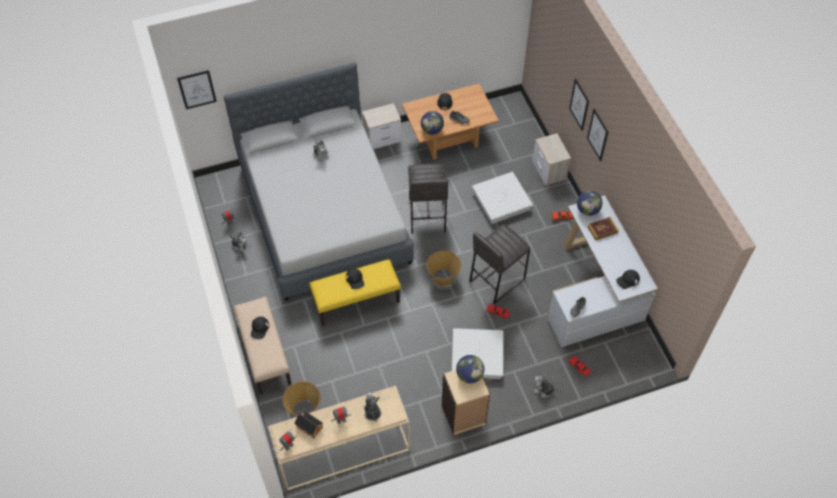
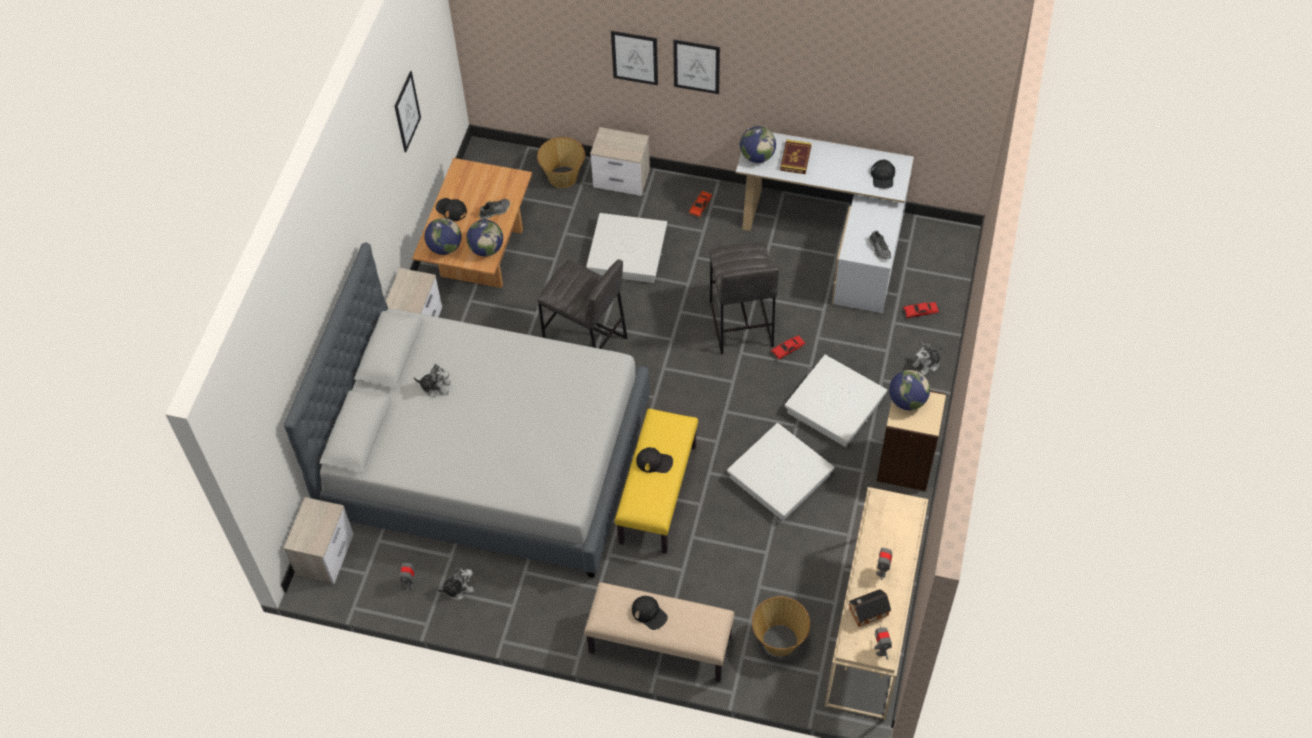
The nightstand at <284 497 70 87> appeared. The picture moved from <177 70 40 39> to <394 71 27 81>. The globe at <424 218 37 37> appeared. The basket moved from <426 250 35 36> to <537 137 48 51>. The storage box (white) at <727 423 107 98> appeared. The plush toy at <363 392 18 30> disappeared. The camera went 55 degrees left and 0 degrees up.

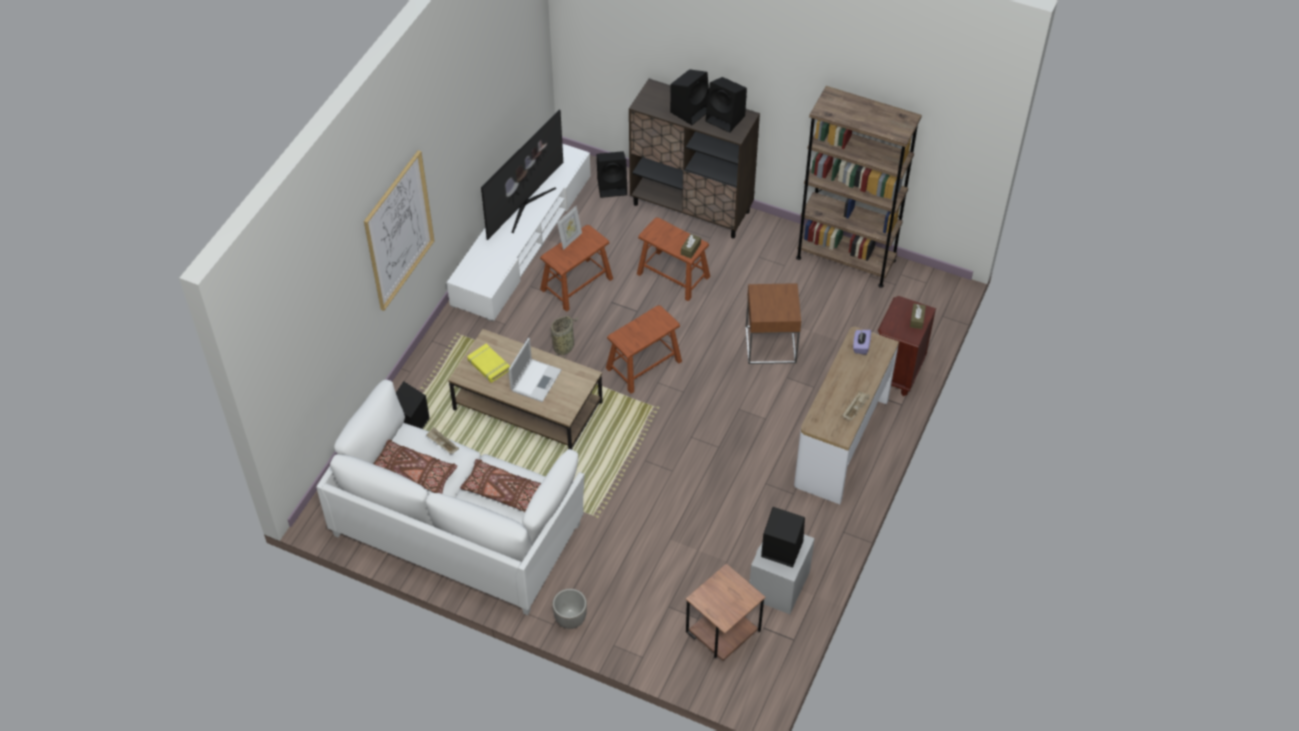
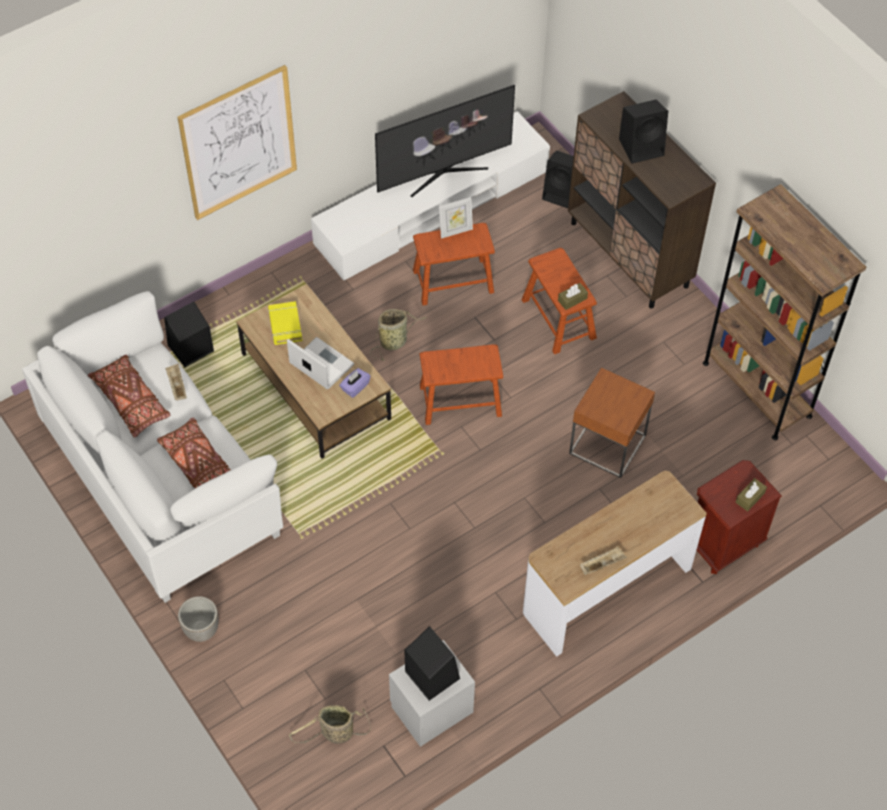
The laptop at <508 338 54 64> turned 105 degrees counterclockwise. The side table (brown) at <686 563 80 98> was replaced by the basket at <289 705 82 39>. The tissue box (purple) moved from <853 330 18 25> to <339 368 32 30>. The speaker (black) at <705 77 42 56> disappeared. The camera went 30 degrees right and 5 degrees up.

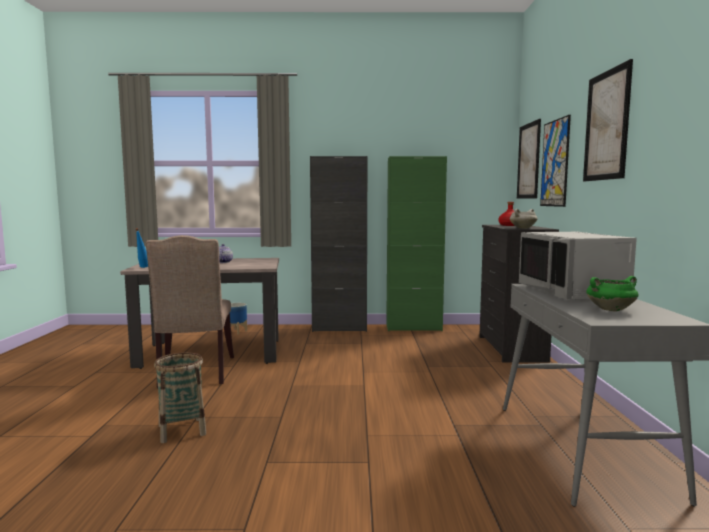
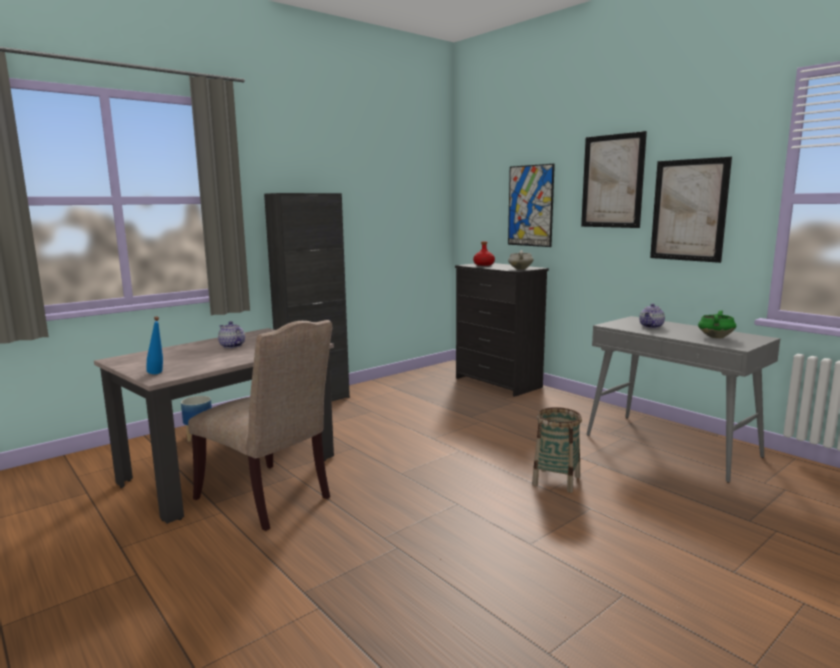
The basket moved from <154 352 52 91> to <532 407 50 86>. The microwave (grey) at <519 232 118 68> was replaced by the teapot at <639 304 26 24>. The picture moved from <517 119 24 80> to <650 157 82 106>. The cabinet (green) at <386 156 61 175> disappeared. The camera went 40 degrees left and 5 degrees up.

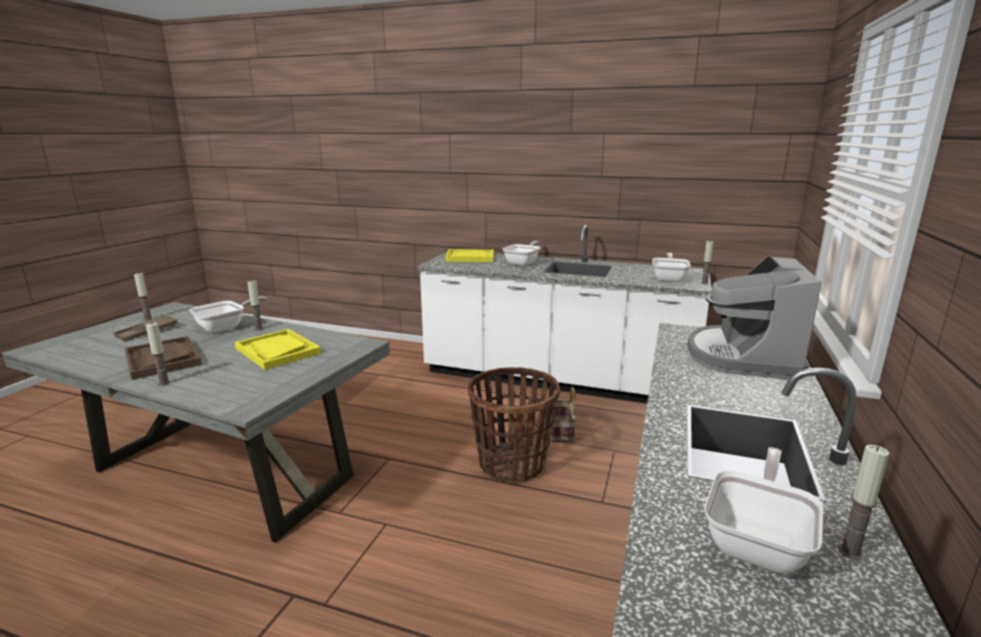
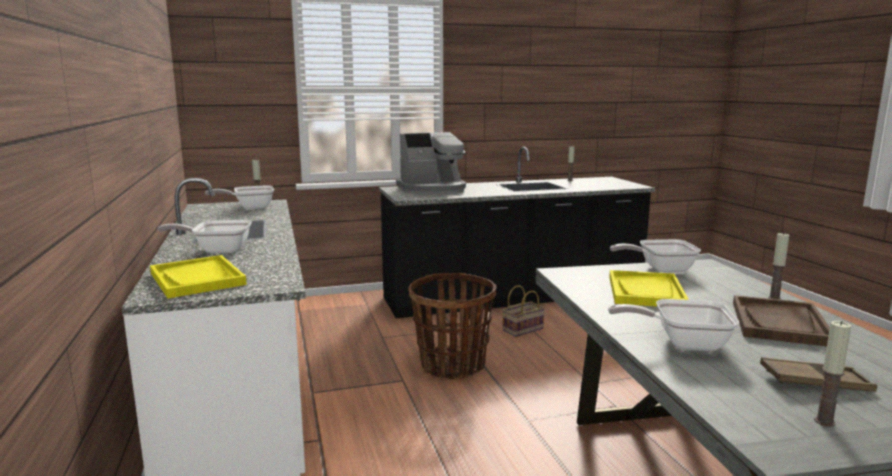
The basket moved from <548 387 28 55> to <502 285 43 52>. The frying pan moved from <705 447 119 126> to <610 239 91 34>. The candle at <247 280 16 51> disappeared. The camera went 125 degrees left and 5 degrees down.

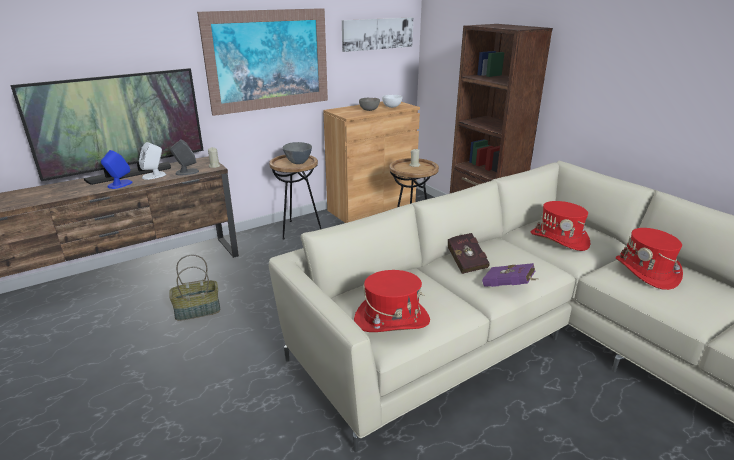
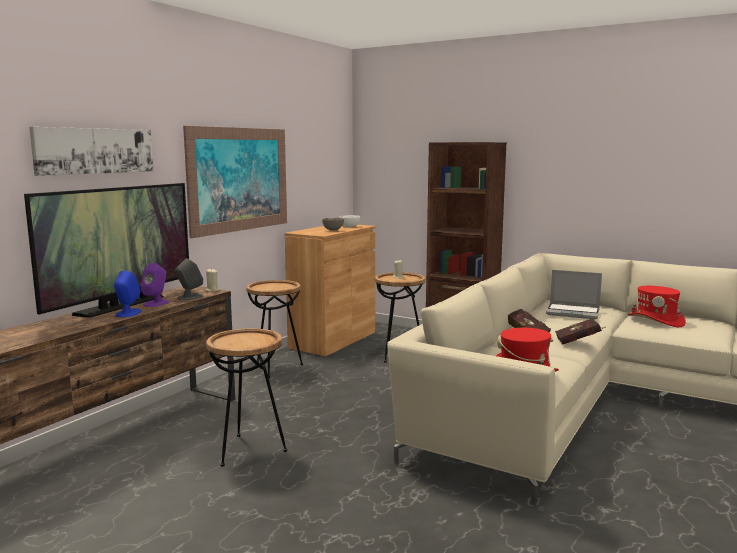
The picture moved from <342 17 71 35> to <29 127 124 49>. The speaker (white) at <139 142 27 38> became the speaker (purple) at <141 263 28 44>. The basket at <169 255 51 66> was replaced by the side table (brown) at <206 328 81 139>. The hat (red) at <531 201 59 50> was replaced by the laptop at <546 270 56 50>. The book (purple) at <482 263 55 24> became the book (red) at <555 318 52 26>. The bowl (grey) at <283 142 29 22> disappeared. The camera went 25 degrees left and 15 degrees down.

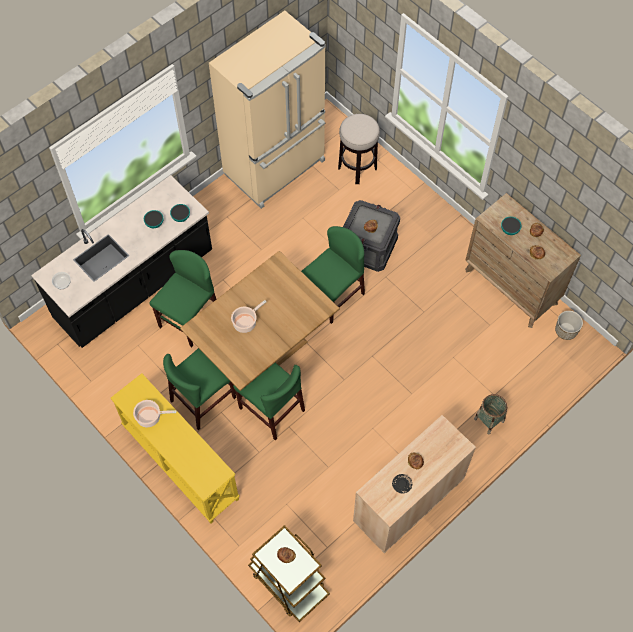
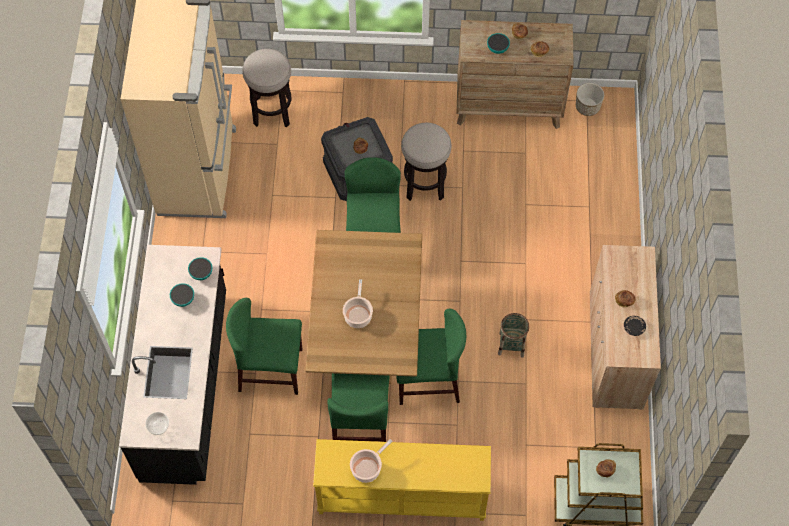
The chair (green) at <150 250 66 97> turned 75 degrees counterclockwise. The stool at <401 123 51 78> appeared. The basket moved from <474 394 33 40> to <498 313 31 45>. The camera went 45 degrees left and 0 degrees up.

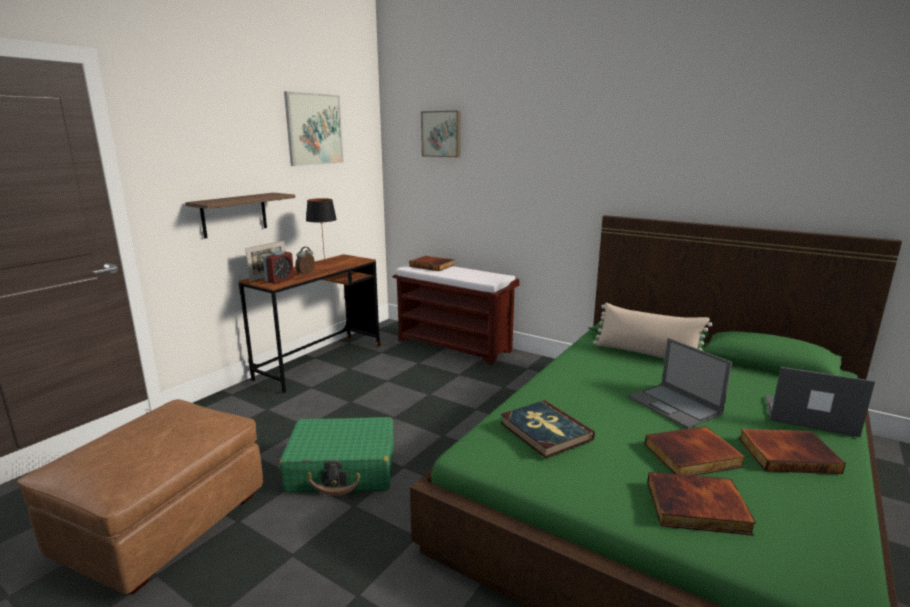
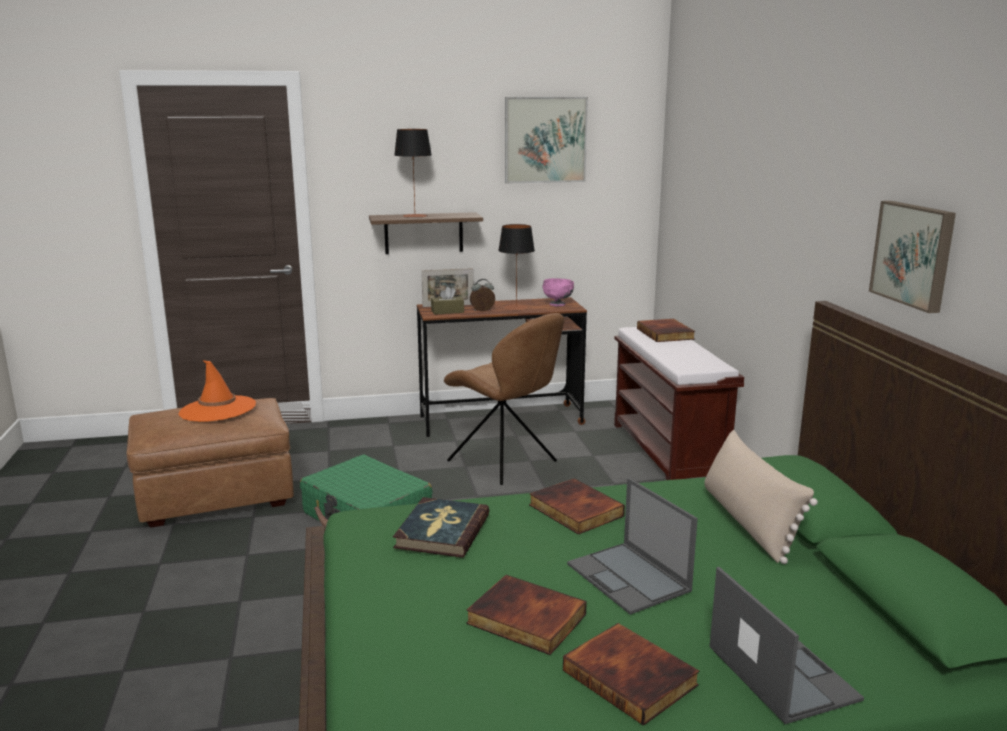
The hat (orange) at <179 360 77 62> appeared. The table lamp at <394 129 38 89> appeared. The alarm clock at <263 251 31 33> was replaced by the tissue box (brown) at <431 286 33 29>. The chair (brown) at <444 313 121 172> appeared. The book moved from <647 472 109 63> to <529 478 96 56>. The bowl (pink) at <543 278 31 28> appeared. The laptop at <628 338 104 91> turned 45 degrees counterclockwise. The picture moved from <421 111 40 46> to <869 201 87 112>. The camera went 45 degrees right and 0 degrees up.

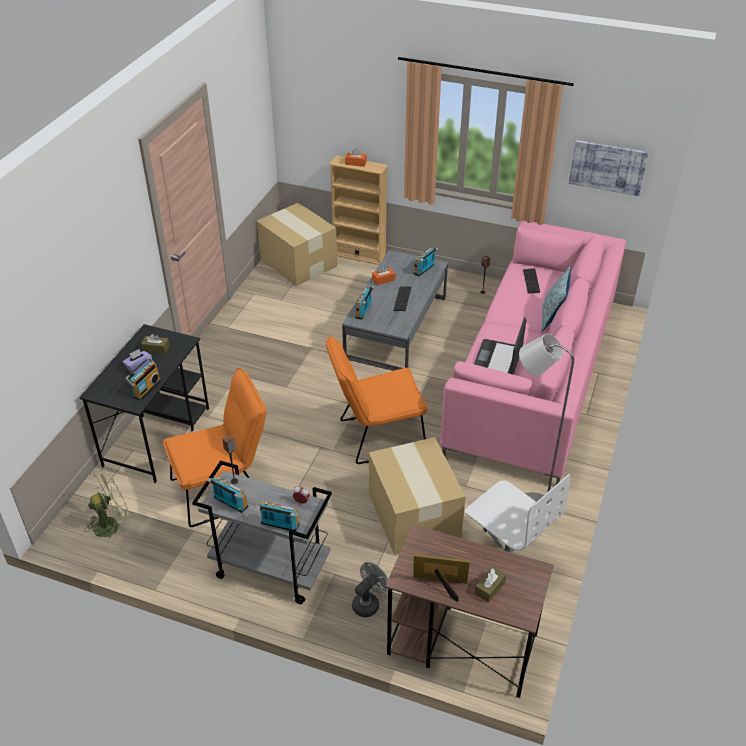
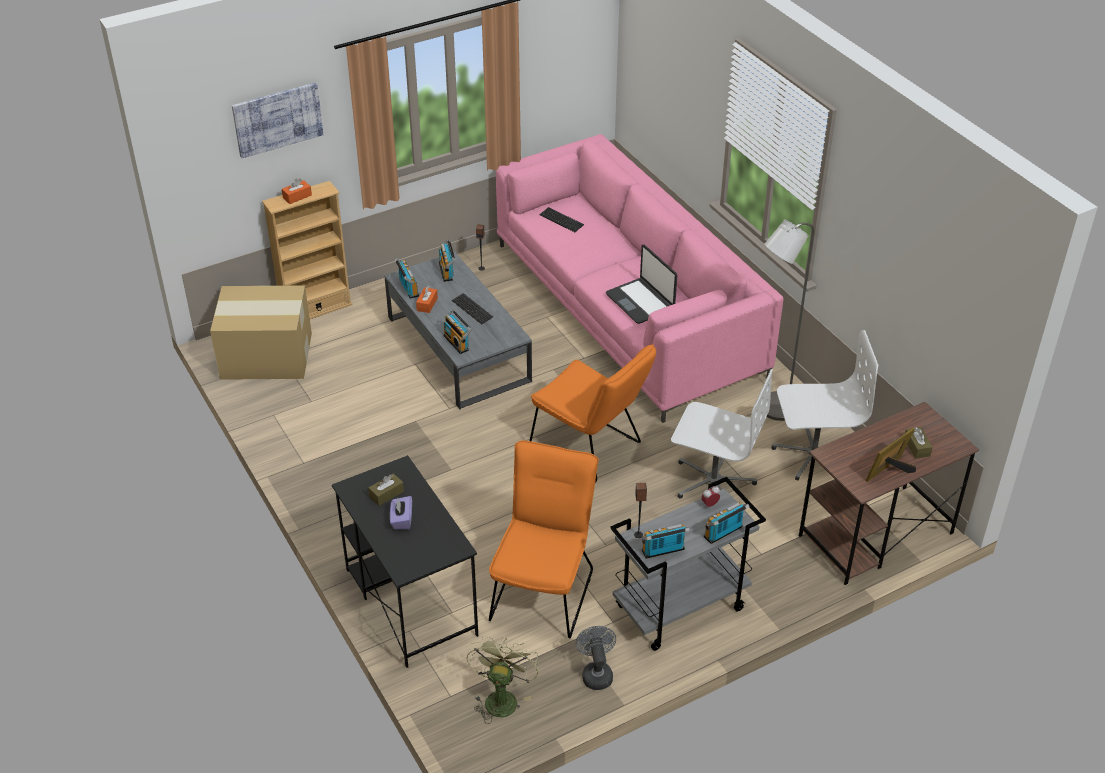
The picture moved from <569 140 80 56> to <232 82 91 76>. The radio moved from <125 357 36 44> to <395 258 24 41>. The chair (orange) at <326 335 102 129> turned 75 degrees counterclockwise. The fan (grey) moved from <352 562 36 55> to <576 626 40 64>. The cardboard box at <369 437 97 118> was replaced by the office chair (white) at <671 369 102 129>. The pillow at <541 266 30 66> disappeared. The camera went 50 degrees left and 0 degrees up.

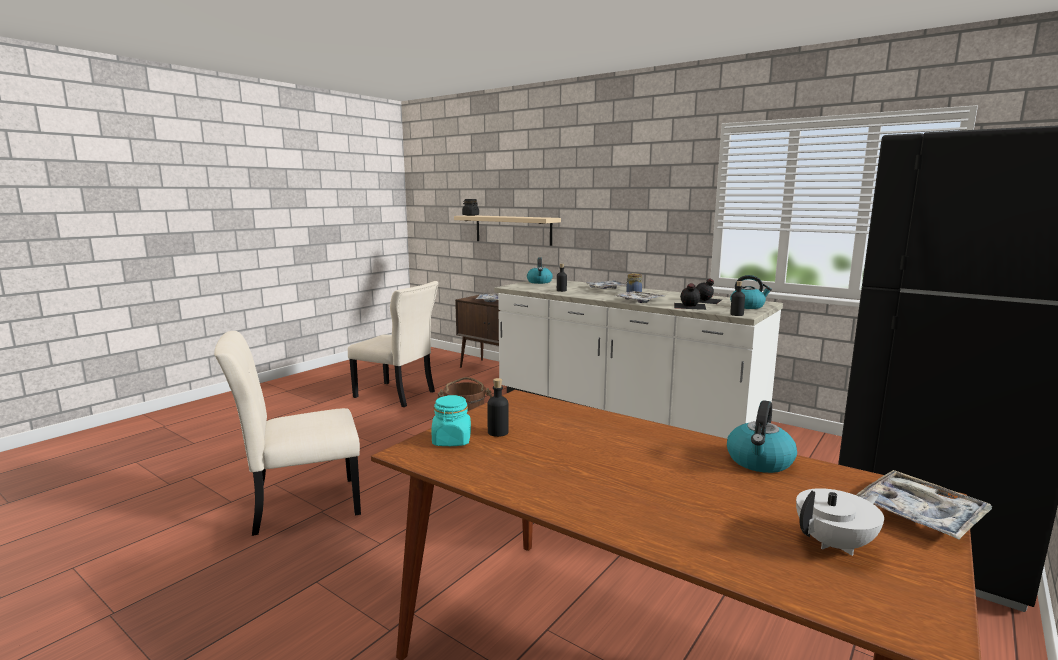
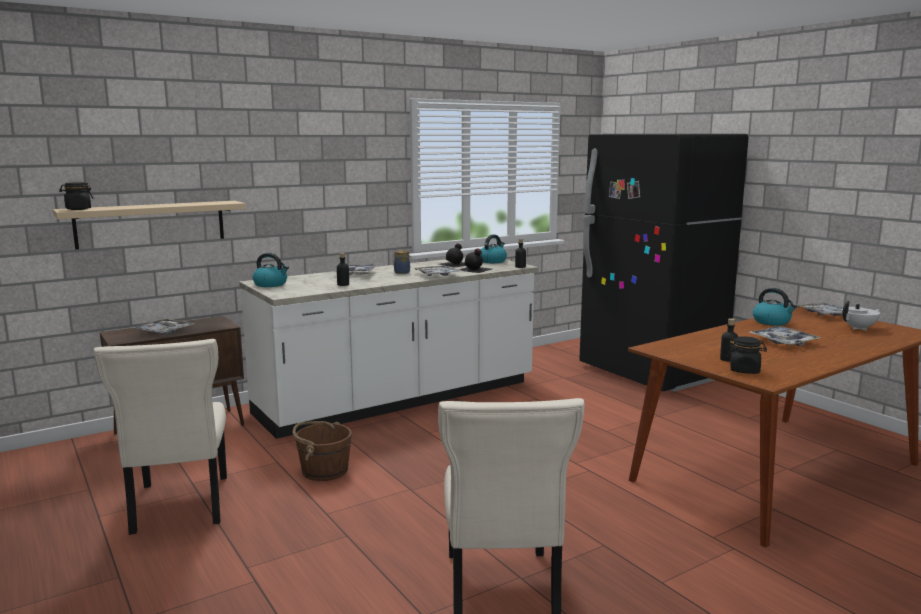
The chair (beige) at <348 281 91 126> turned 120 degrees clockwise. The jar (turquoise) at <431 395 40 51> became the jar (black) at <727 336 40 38>. The tray at <749 326 73 20> appeared. The teapot (white) at <796 488 88 68> turned 75 degrees clockwise. The camera went 70 degrees left and 0 degrees up.

